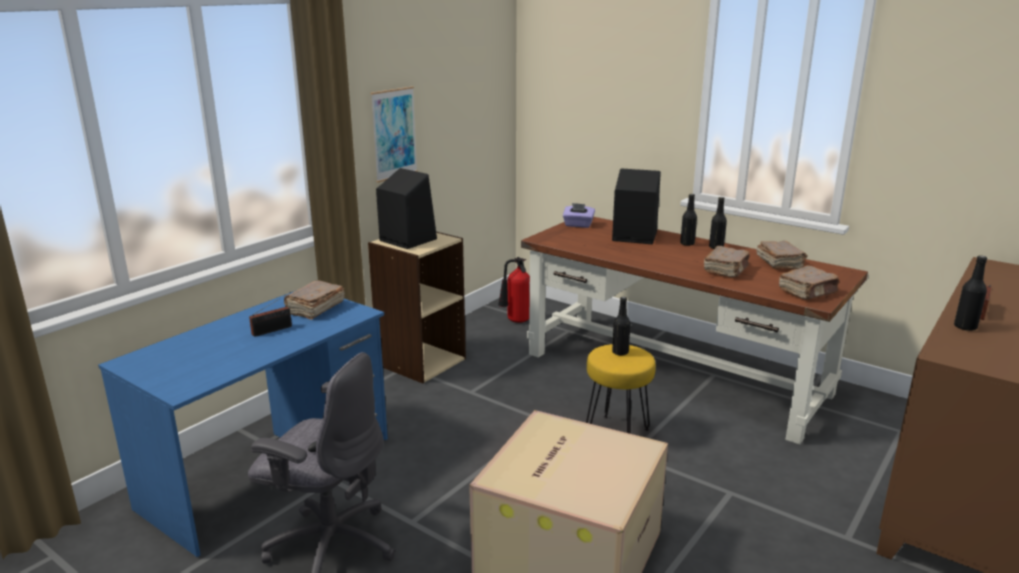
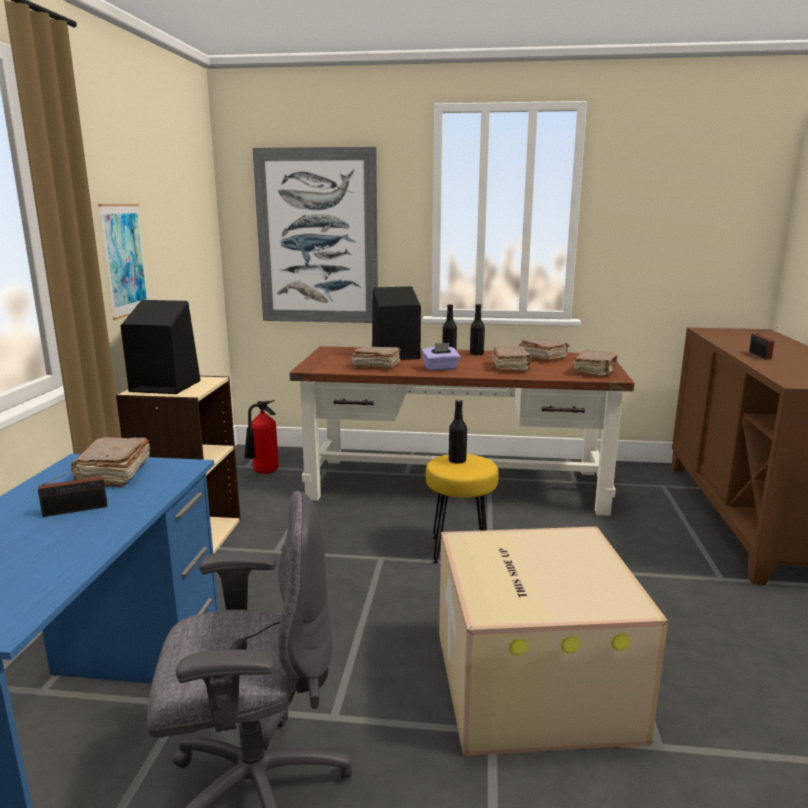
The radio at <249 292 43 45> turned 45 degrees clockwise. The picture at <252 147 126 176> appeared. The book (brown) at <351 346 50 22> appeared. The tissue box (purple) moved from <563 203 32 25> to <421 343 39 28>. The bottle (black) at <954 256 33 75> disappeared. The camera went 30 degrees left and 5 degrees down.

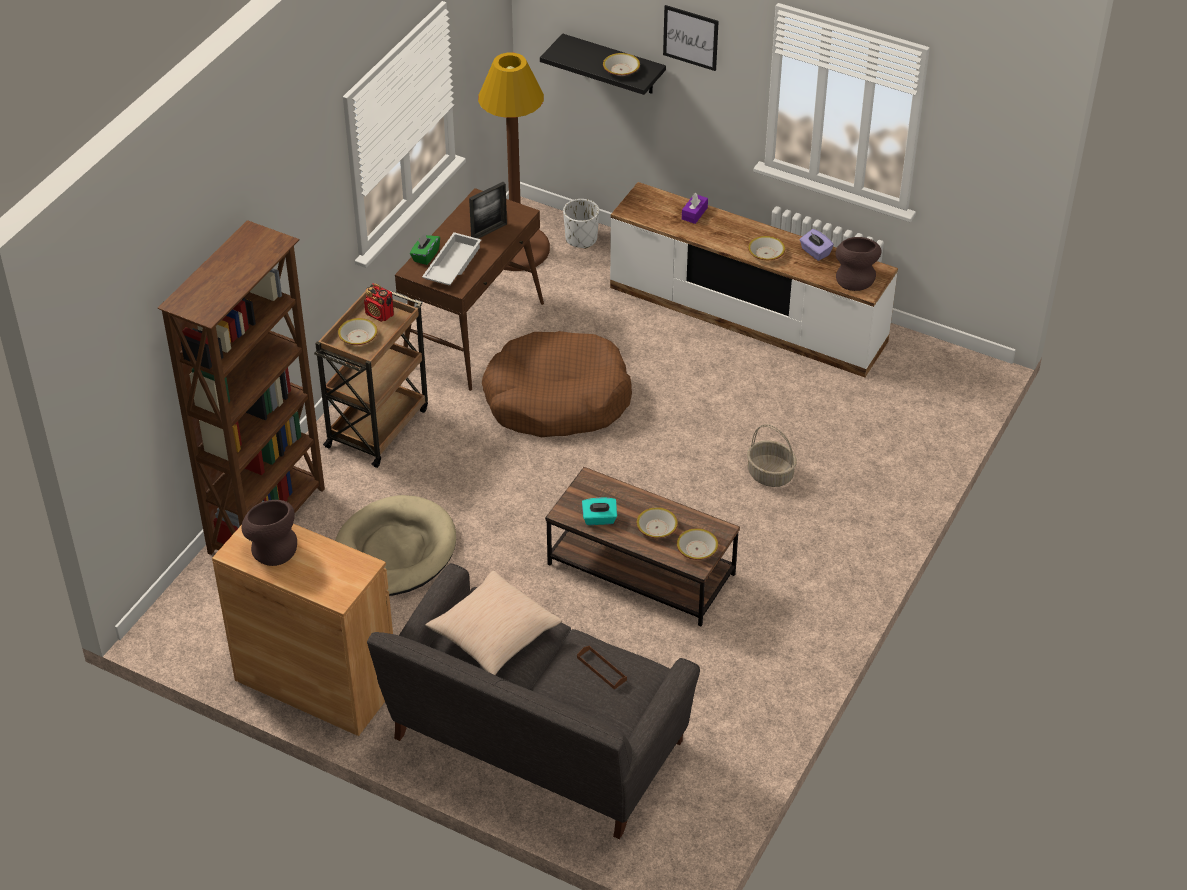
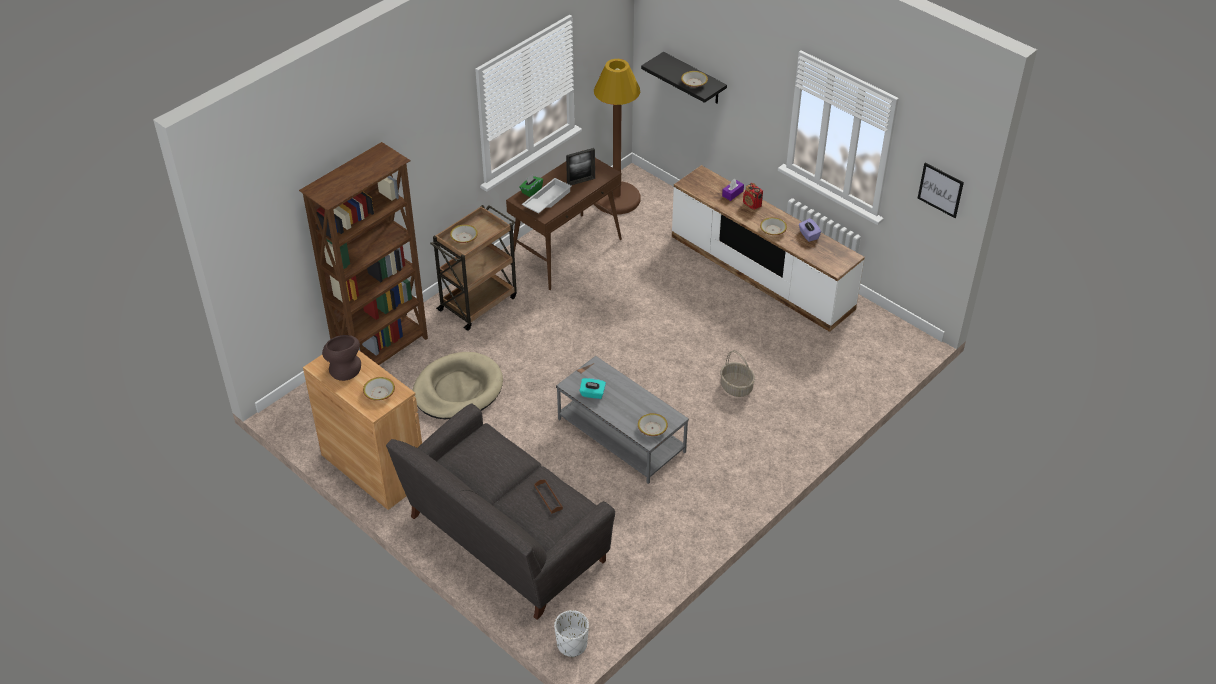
The bowl moved from <636 507 42 31> to <363 377 32 24>. The planter (white) moved from <563 199 36 50> to <554 610 35 47>. The coffee table (brown) at <545 467 195 159> became the coffee table (grey) at <556 356 133 128>. The radio moved from <364 283 30 39> to <743 183 20 26>. The picture moved from <663 5 56 66> to <918 163 46 55>. The pillow (beige) at <425 571 137 104> disappeared. The dog bed (brown) at <482 331 150 106> disappeared. The vase (brown) at <835 237 47 54> disappeared. The camera went 15 degrees right and 0 degrees up.

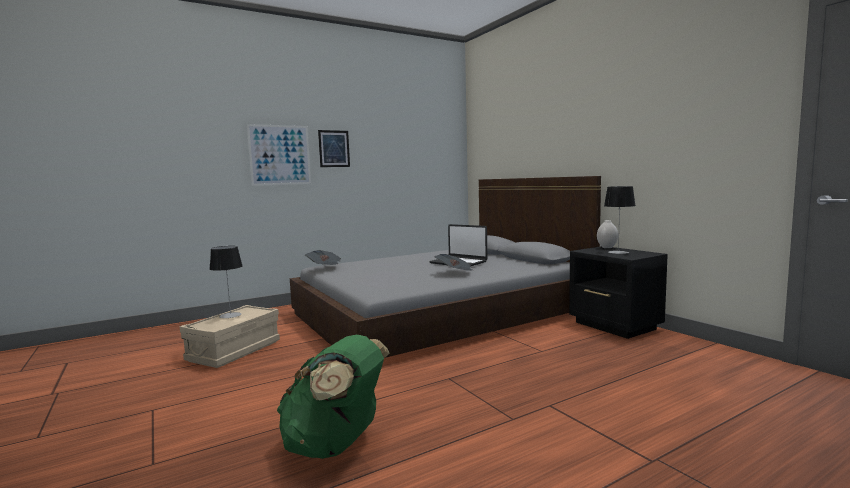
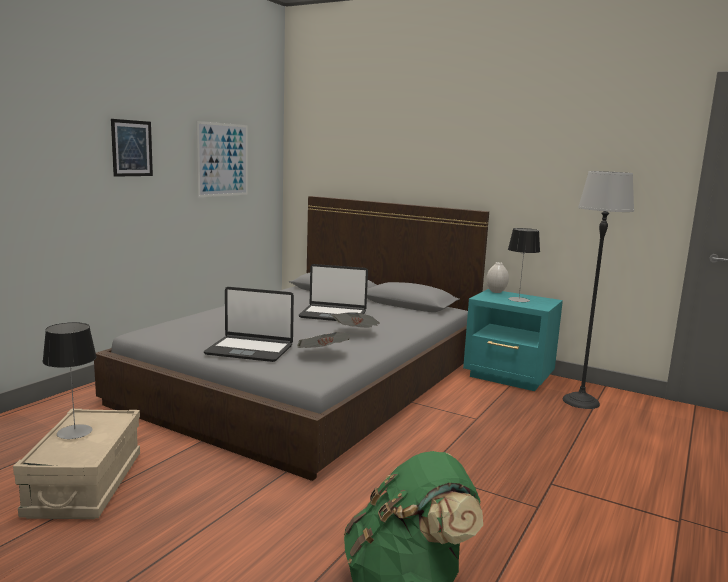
The picture moved from <247 124 64 62> to <196 121 52 76>. The laptop at <204 287 90 75> appeared. The newspaper moved from <305 250 36 15> to <297 332 53 16>. The nightstand (black) at <569 247 99 92> became the nightstand (turquoise) at <463 289 100 102>. The floor lamp at <563 171 71 238> appeared. The camera went 30 degrees left and 5 degrees up.

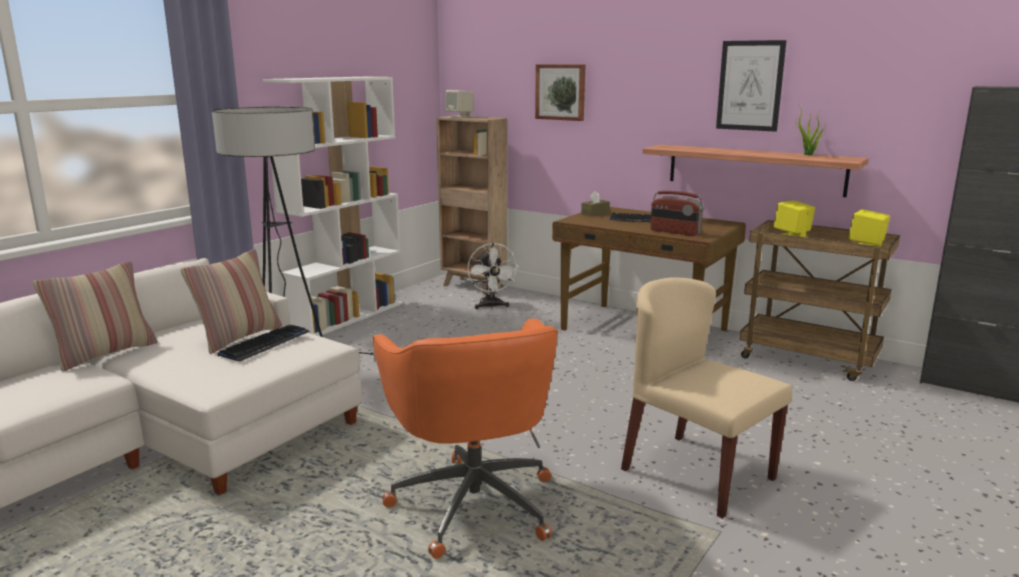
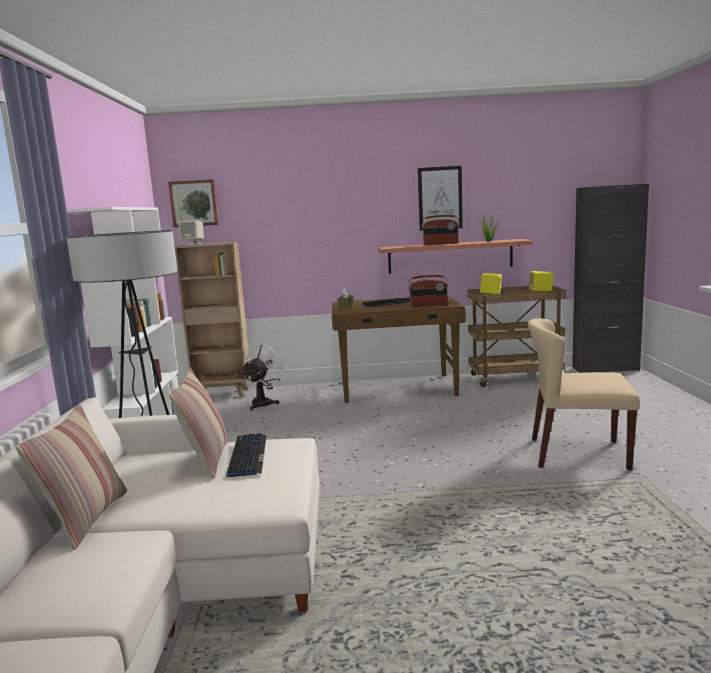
The picture moved from <535 64 51 57> to <168 179 51 48>. The fan (white) at <467 243 52 66> turned 105 degrees counterclockwise. The radio at <422 215 37 30> appeared. The office chair (orange) at <373 319 185 240> disappeared. The camera went 35 degrees left and 5 degrees down.

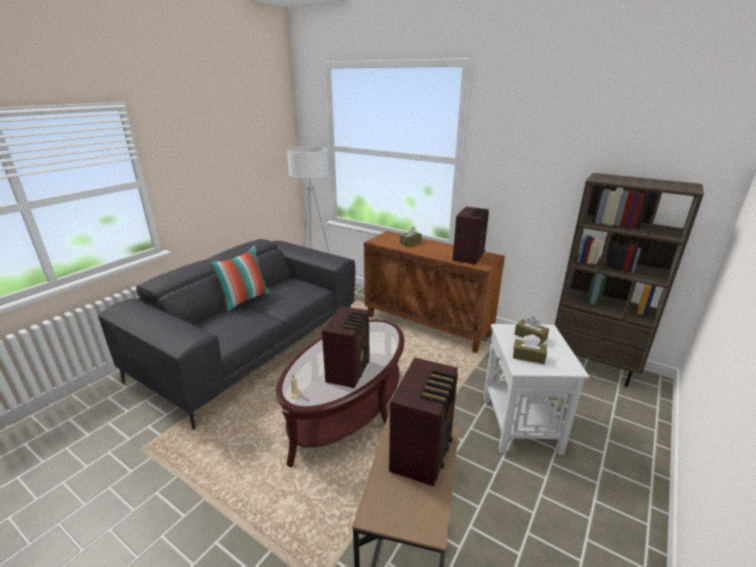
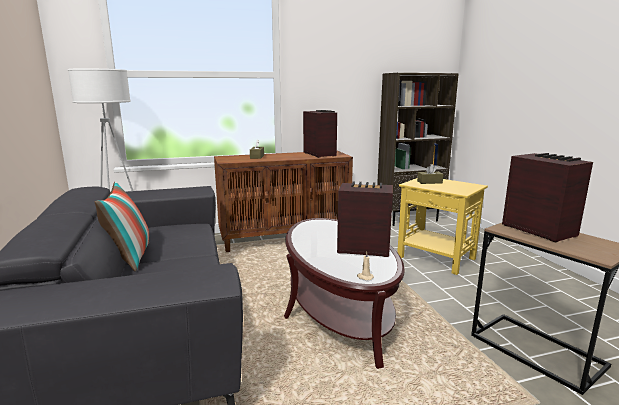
The radio at <322 306 48 82> turned 45 degrees counterclockwise. The side table (white) at <483 324 107 131> became the side table (yellow) at <397 178 91 97>. The tissue box (brown) at <513 334 34 30> disappeared. The camera went 50 degrees left and 10 degrees down.

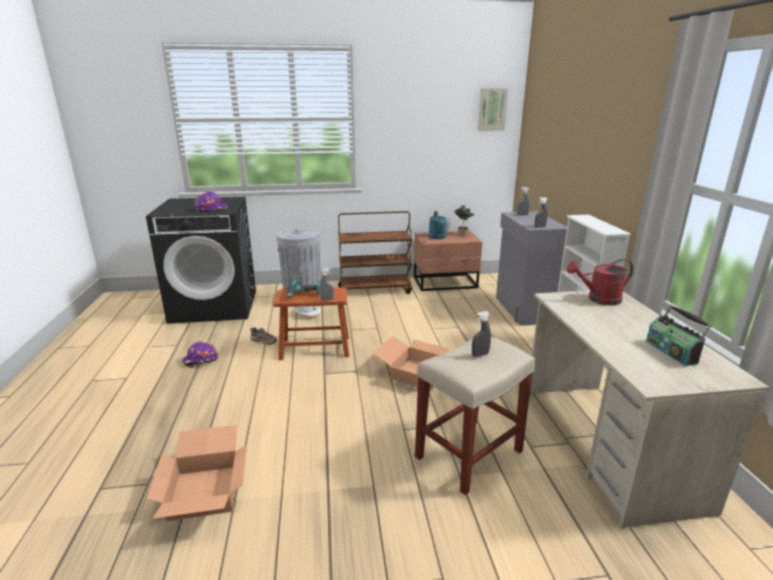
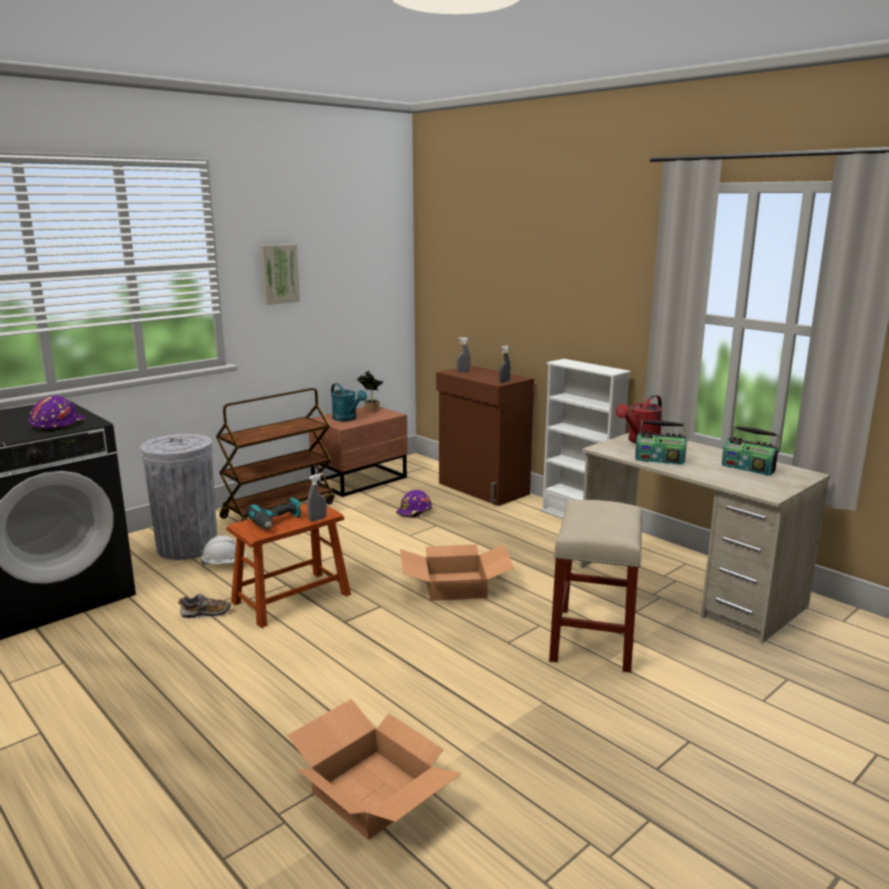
The picture moved from <478 88 30 43> to <260 244 40 61>. The hard hat (purple) moved from <182 341 36 27> to <396 490 36 28>. The cabinet (grey) at <496 211 71 115> became the cabinet (brown) at <436 365 98 141>. The radio at <635 420 52 45> appeared. The spray bottle (grey) at <472 311 19 46> disappeared. The camera went 35 degrees left and 5 degrees down.

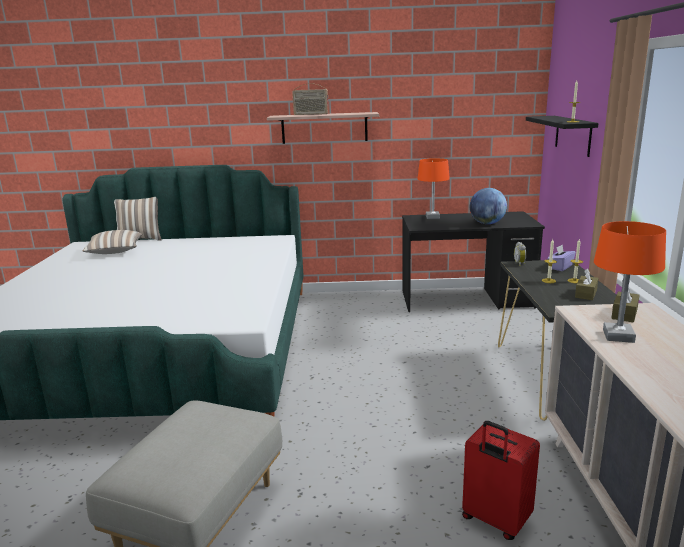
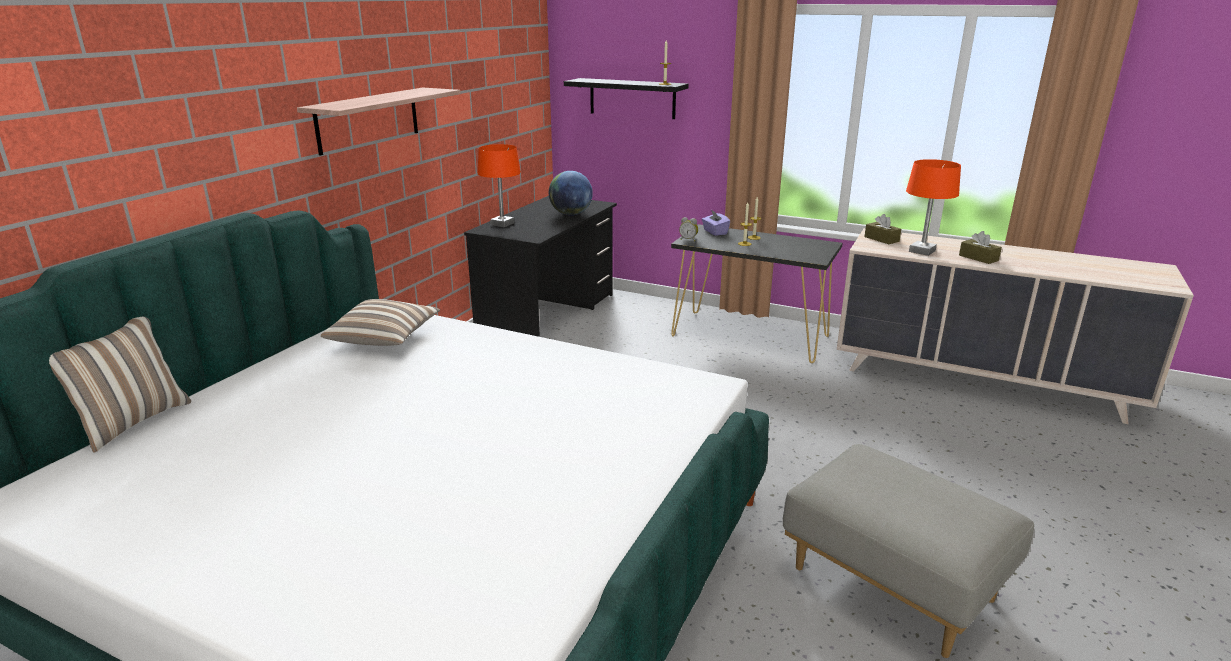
The pillow moved from <83 230 59 24> to <321 299 119 47>. The tissue box (brown) moved from <575 268 23 32> to <959 231 43 33>. The radio at <292 83 36 32> disappeared. The suitcase (red) at <462 421 78 119> disappeared. The camera went 65 degrees left and 5 degrees up.

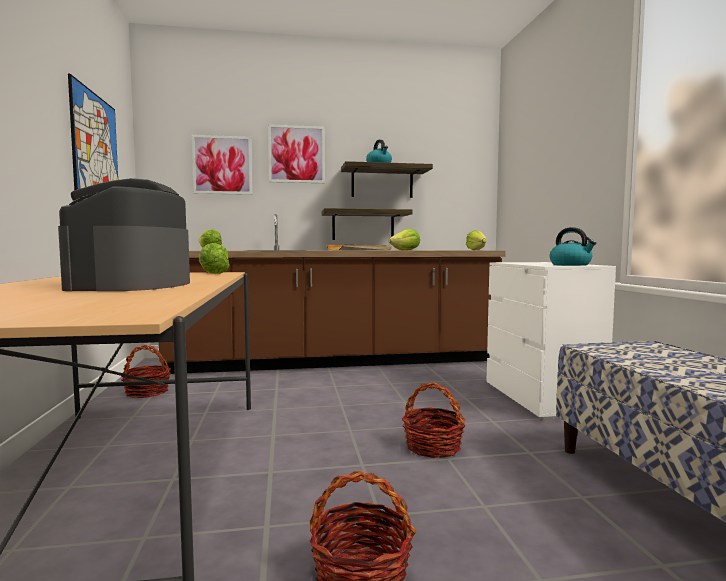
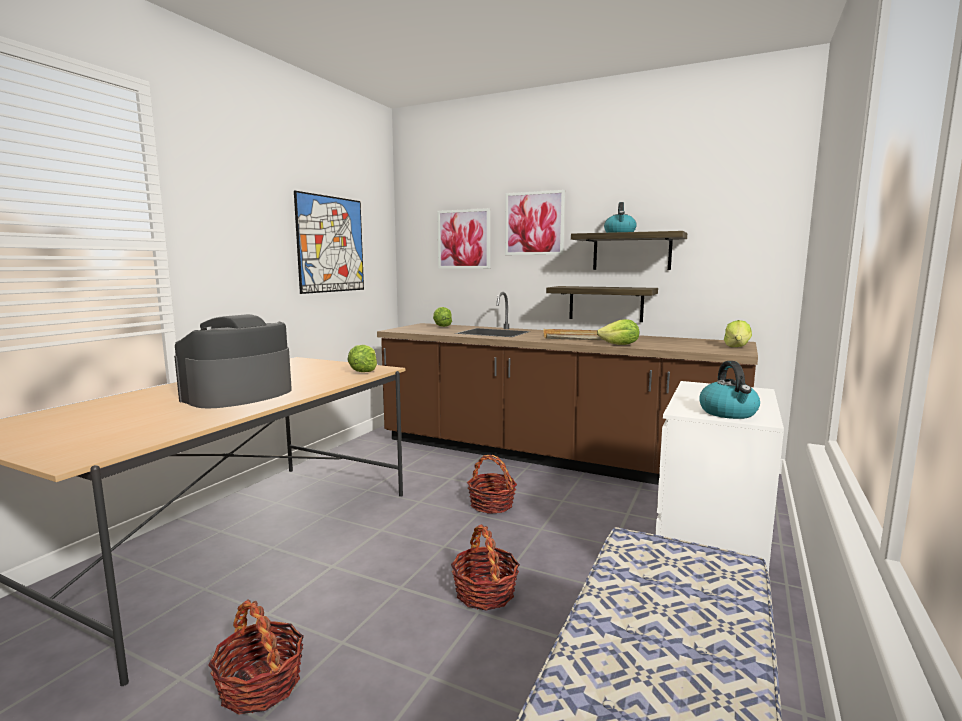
The basket moved from <121 345 50 53> to <467 455 50 59>. The camera went 35 degrees right and 5 degrees up.

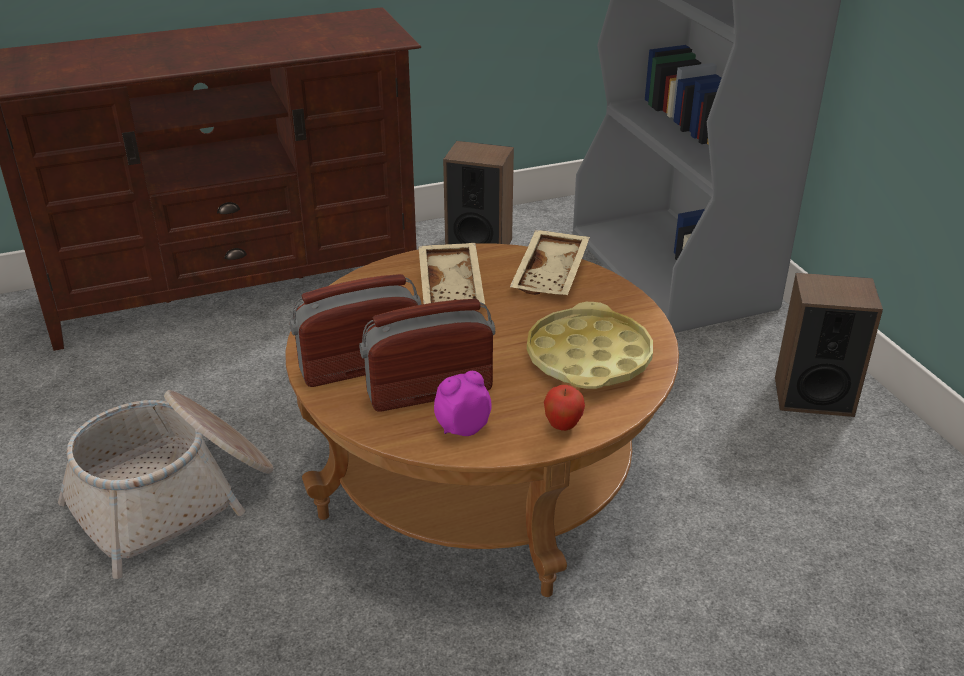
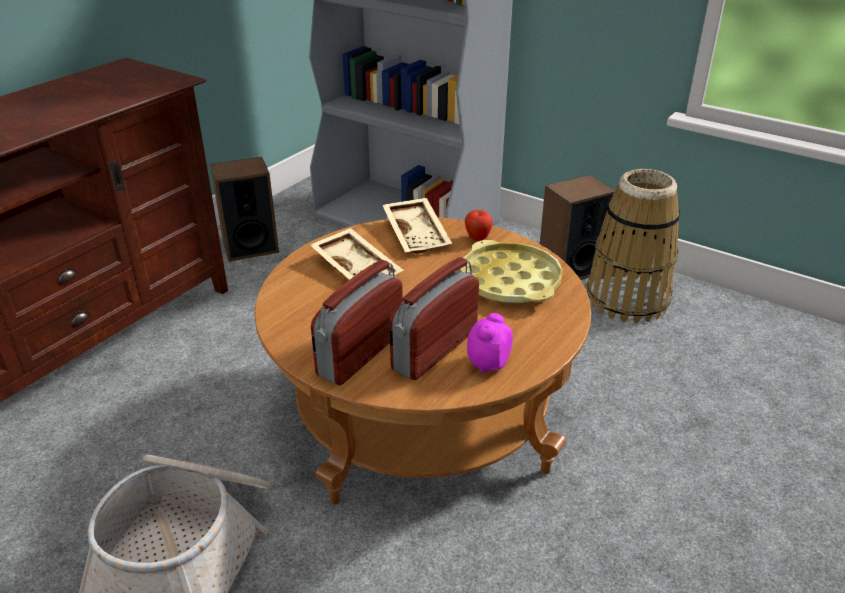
The apple moved from <544 385 41 46> to <465 210 28 31>. The basket at <586 169 94 154> appeared. The camera went 35 degrees left and 0 degrees up.

